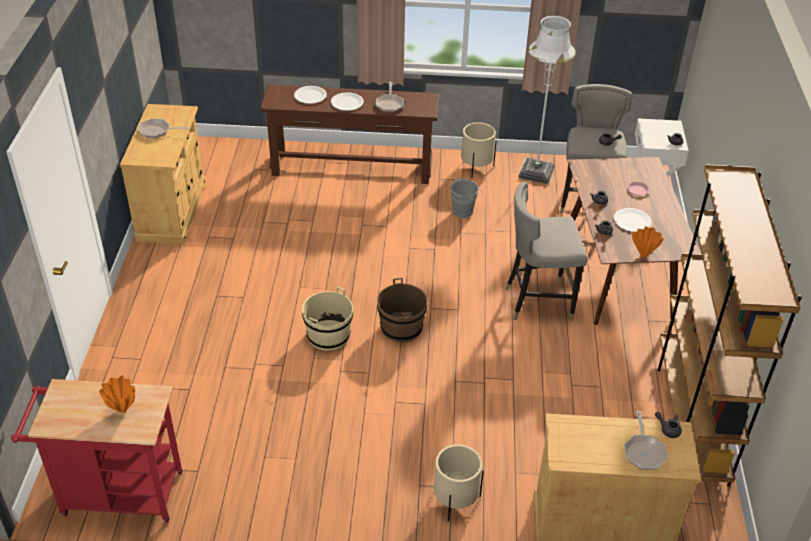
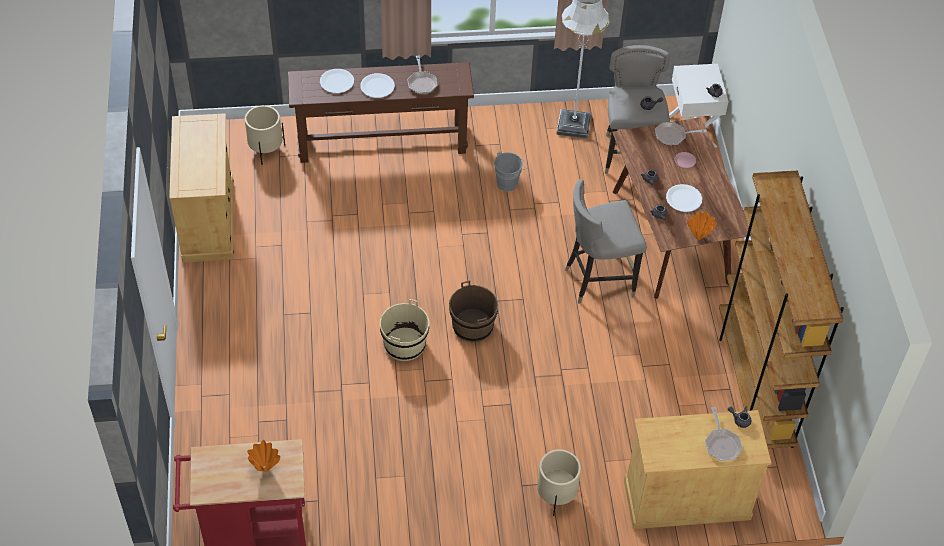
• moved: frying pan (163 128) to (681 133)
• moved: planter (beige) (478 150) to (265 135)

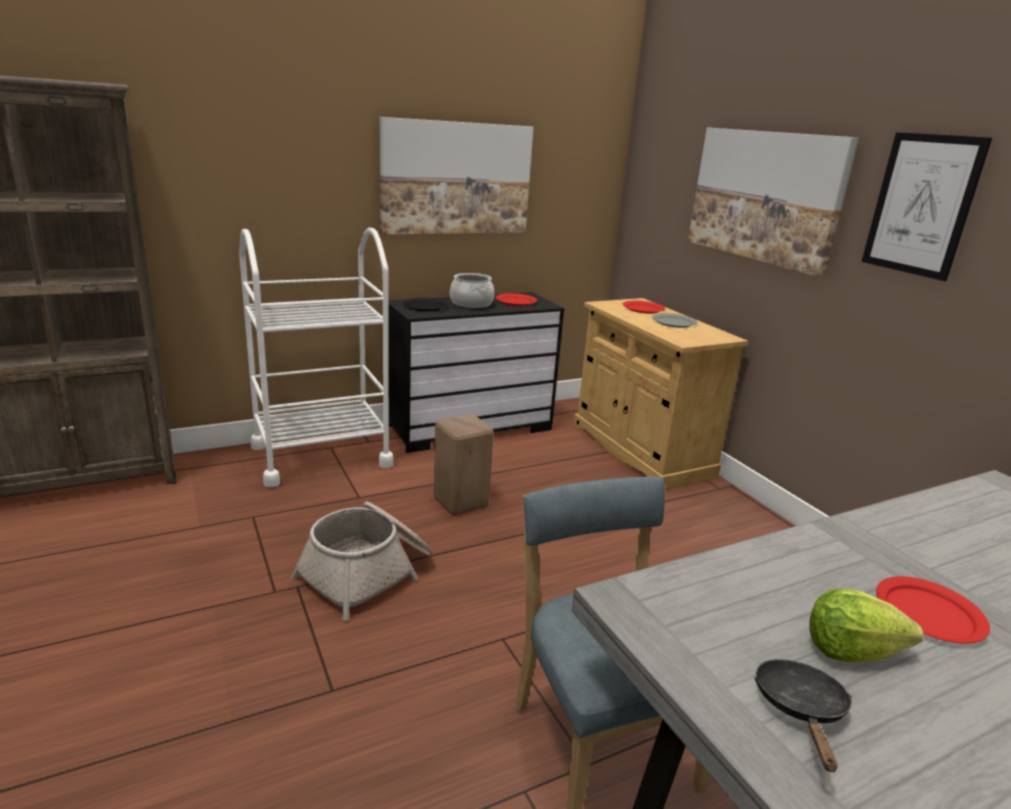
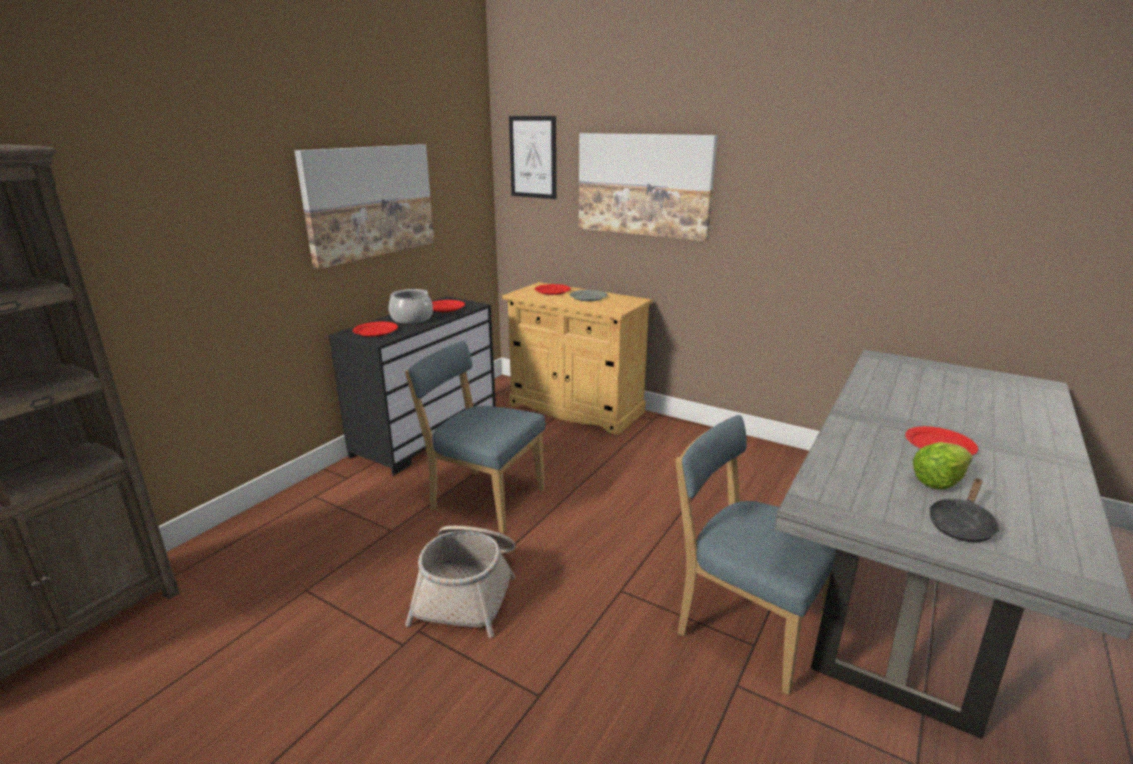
• removed: cart (white) (316 357)
• moved: picture (927 206) to (532 157)
• replaced: stool (beige) (463 464) to chair (blue) (475 437)
• recoloured: plate (black) (425 304) to plate (red) (375 329)
• turned: frying pan (black) (803 715) = (964 510) 120 degrees counterclockwise

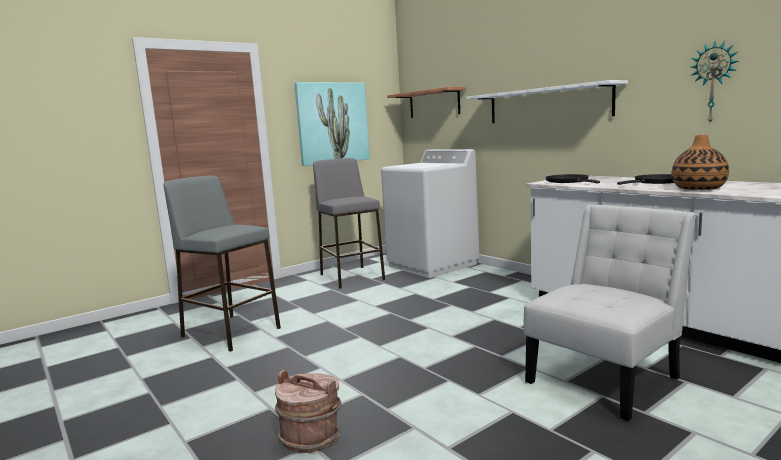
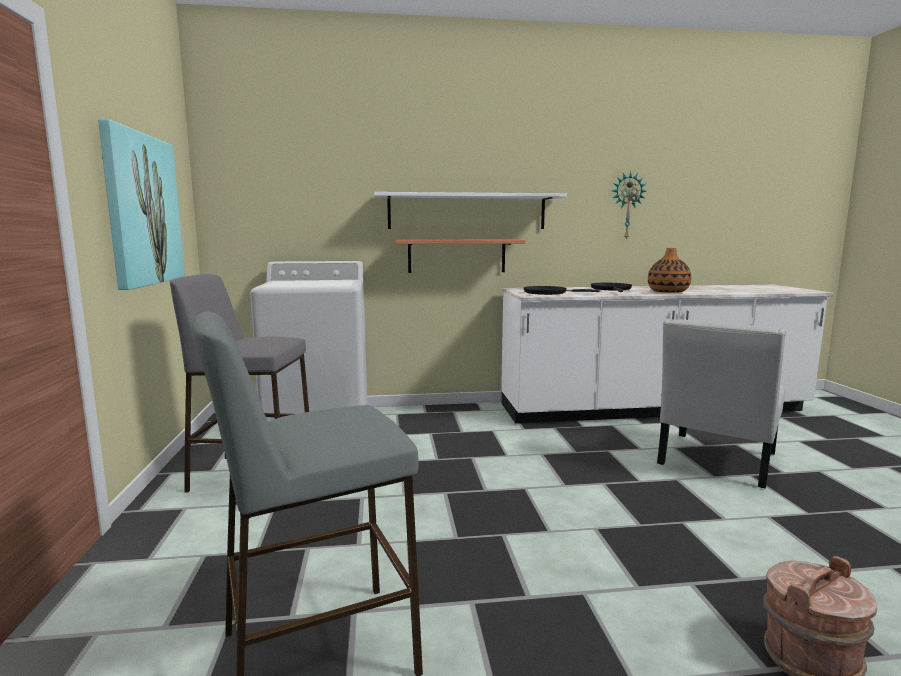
• moved: shelf (426 102) to (460 256)
• turned: chair (white) (610 313) = (721 404) 135 degrees counterclockwise

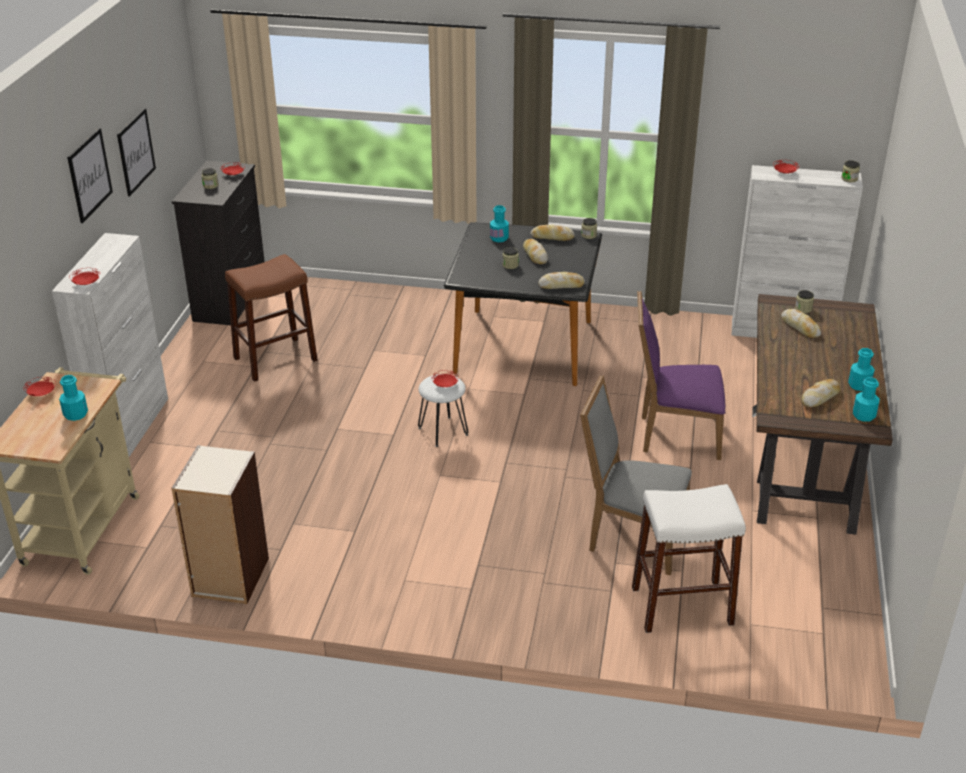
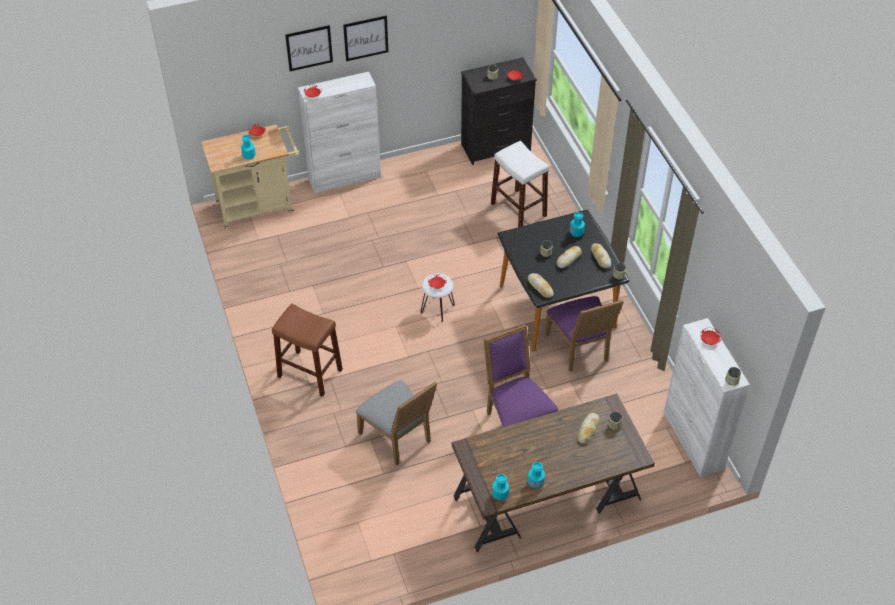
• removed: bookcase (220 524)
• removed: bread (820 393)
• added: chair (purple) (584 334)
• moved: picture (136 152) to (309 48)
• moved: stool (brown) (271 318) to (307 350)
• moved: stool (white) (689 558) to (520 184)
• turned: chair (grey) (636 475) = (396 423) 150 degrees clockwise

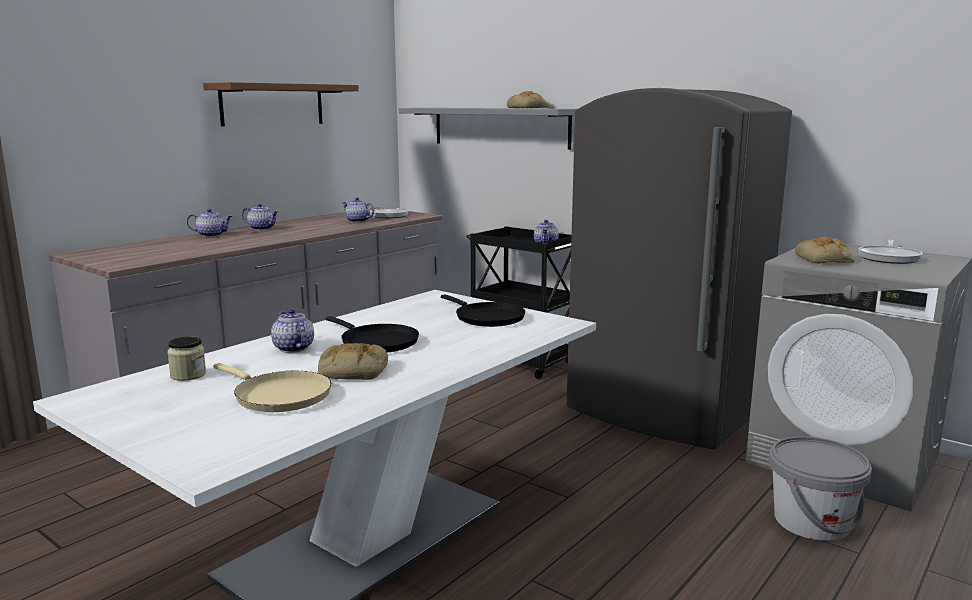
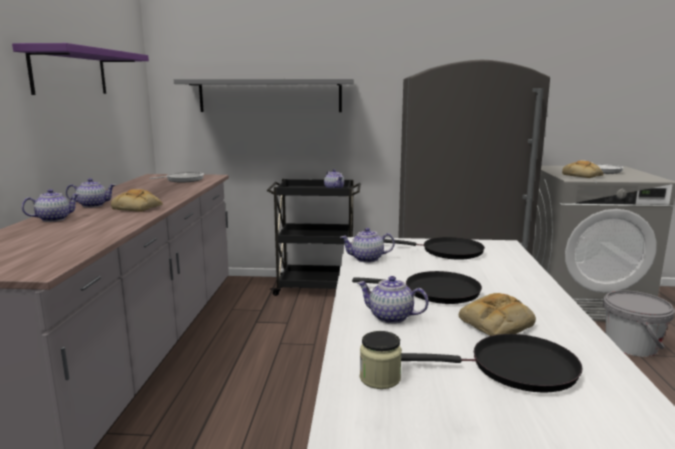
• moved: teapot (358 210) to (367 245)
• moved: bread (528 99) to (136 200)
• recoloured: shelf (brown) (281 104) to shelf (purple) (80 69)
• recoloured: frying pan (beige) (272 387) to frying pan (black) (492 363)

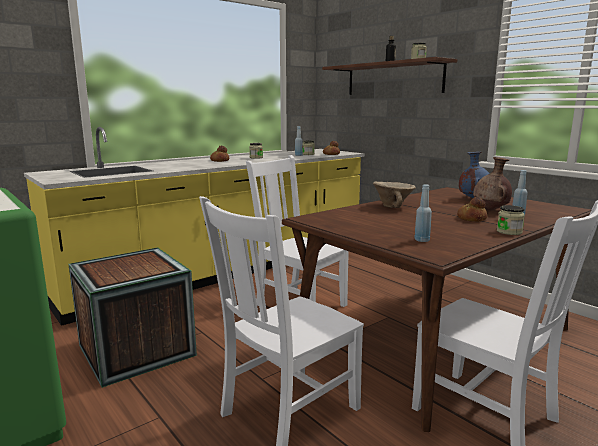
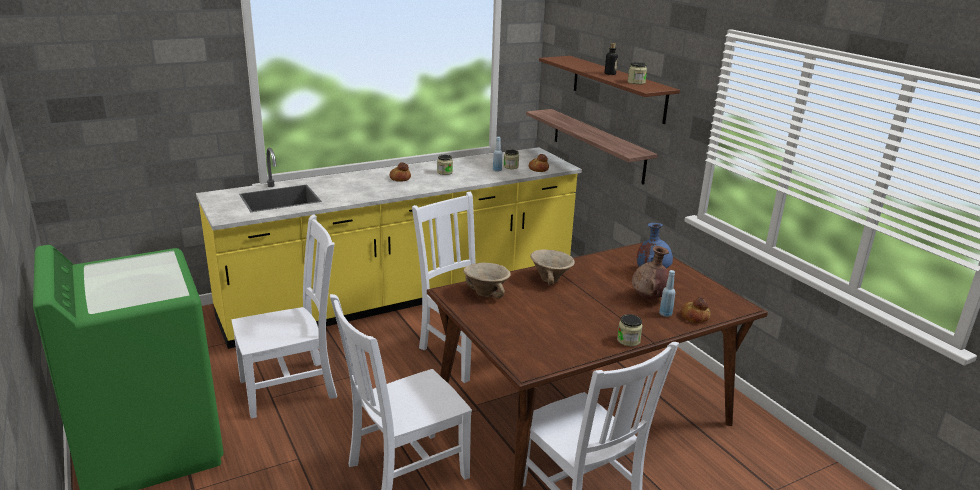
• removed: bottle (blue) (423 213)
• added: bowl (beige) (487 280)
• added: shelf (591 147)
• moved: bread (472 209) to (695 310)
• replaced: crate (132 317) to chair (white) (284 316)

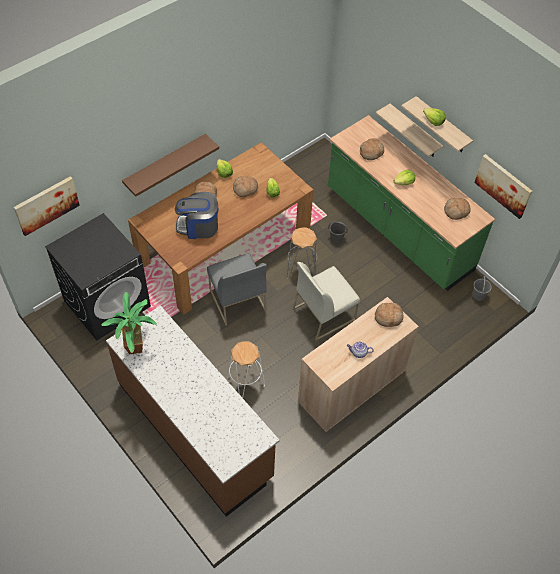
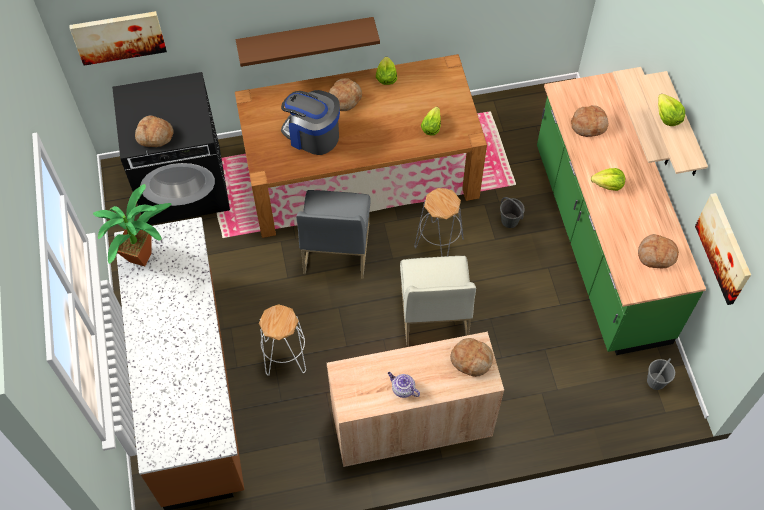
• moved: bread (245 186) to (154 131)
• turned: chair (white) (326 301) = (438 301) 90 degrees counterclockwise

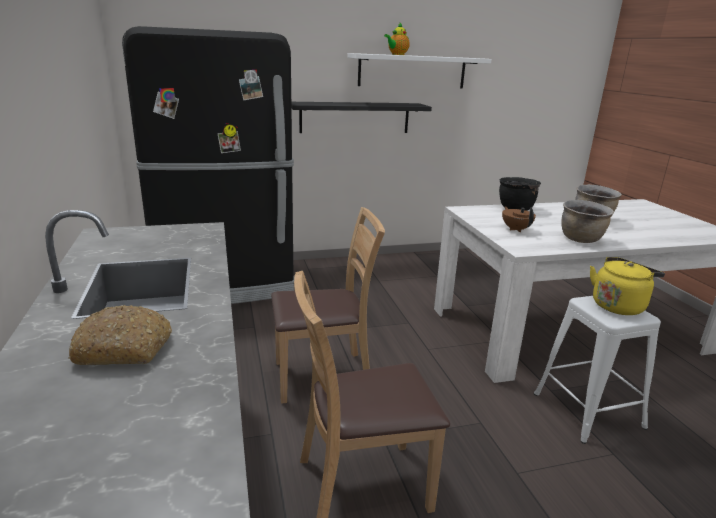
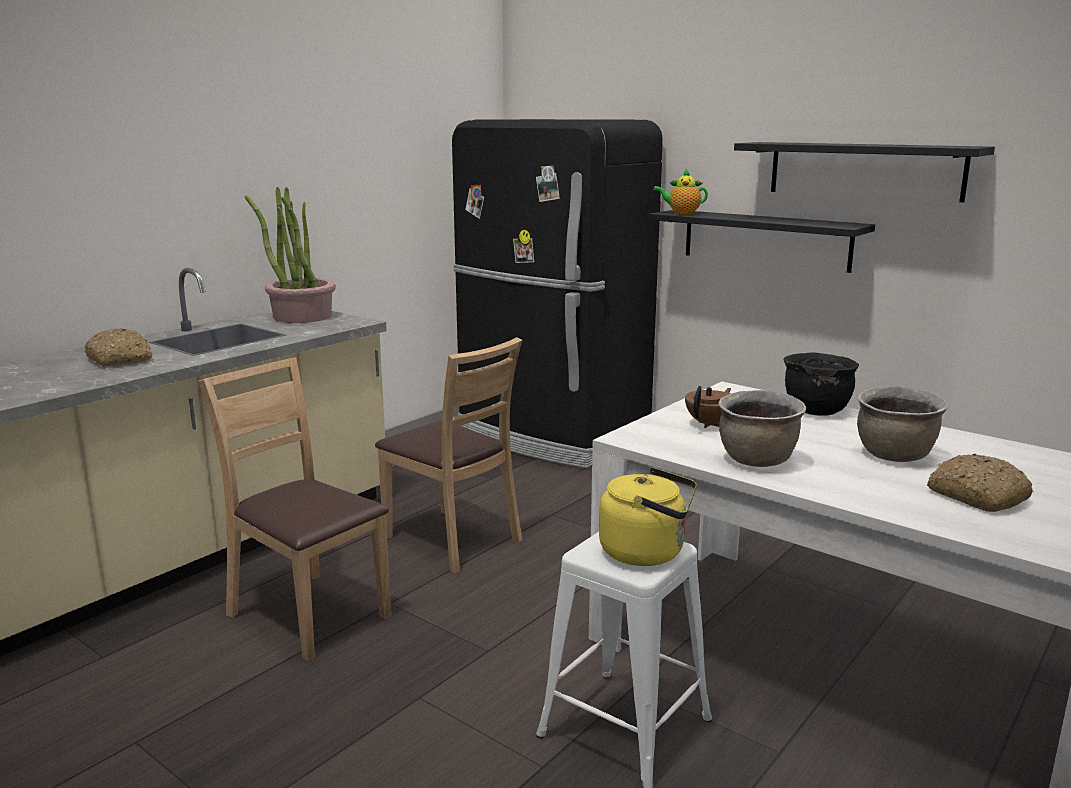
• added: potted plant (290 255)
• added: bread (980 483)
• moved: teapot (397 39) to (680 191)
• recoloured: shelf (white) (420 71) to shelf (black) (864 172)

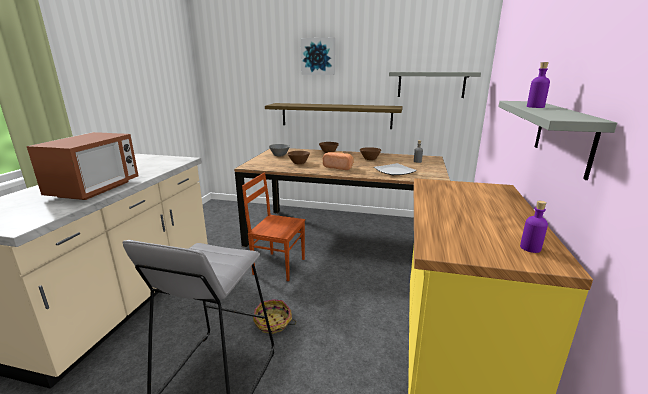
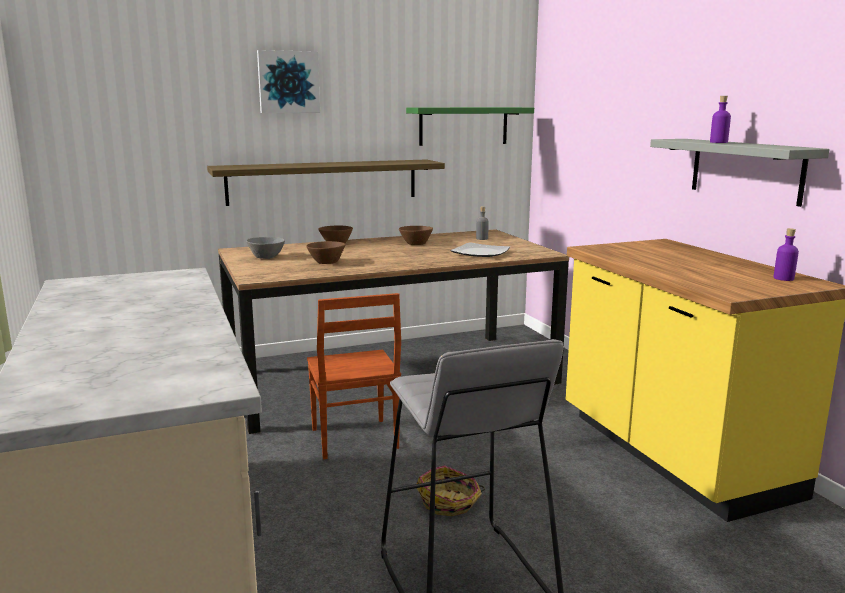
• removed: microwave (82 166)
• removed: bread (338 161)
• recoloured: shelf (grey) (435 85) to shelf (green) (470 126)
• turned: chair (brown) (273 227) = (354 376) 90 degrees counterclockwise

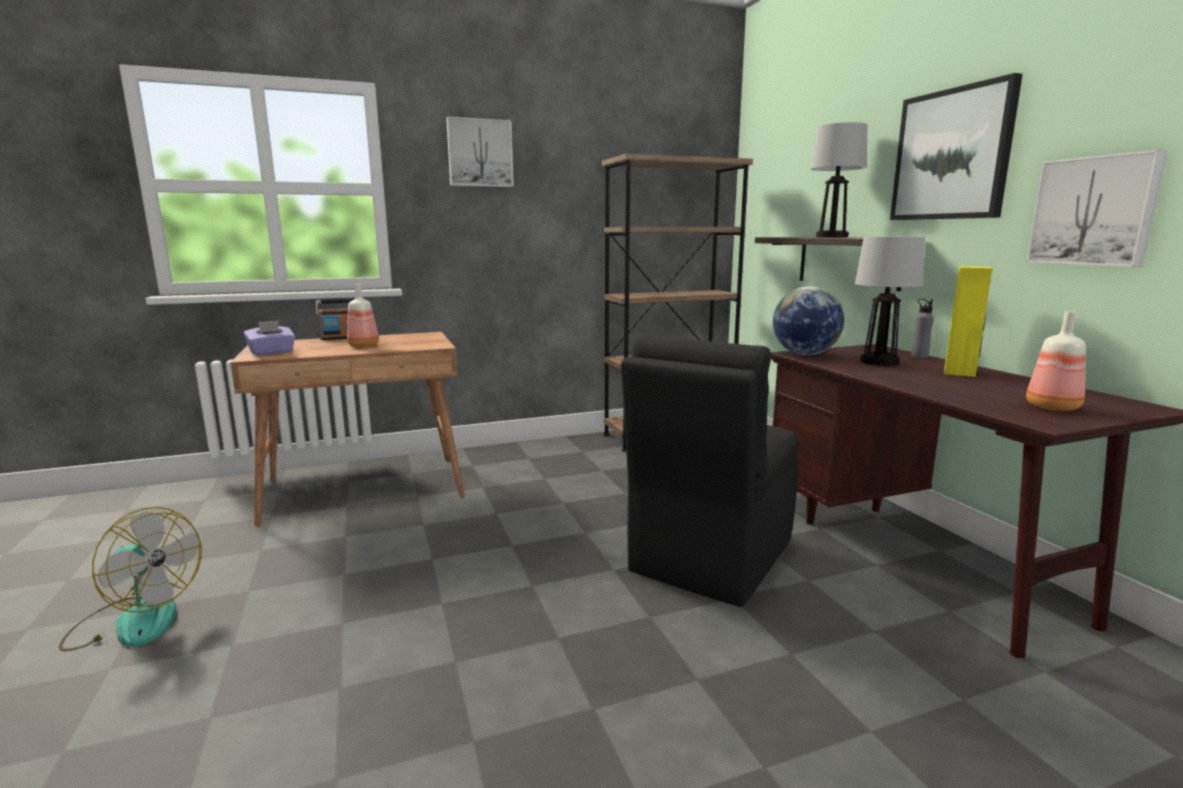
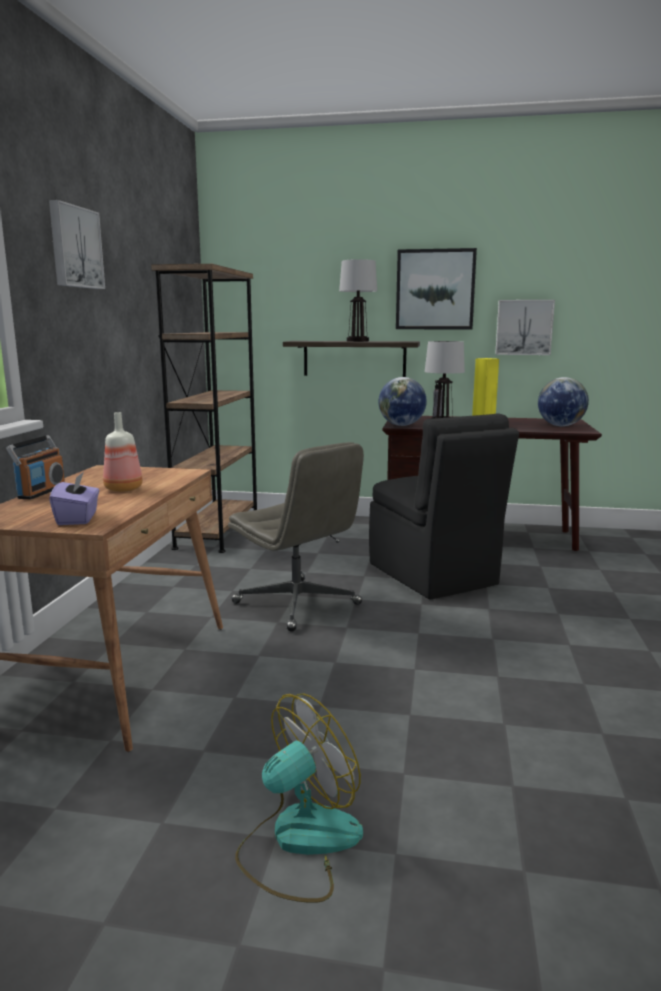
• added: office chair (grey) (296 537)
• replaced: bottle (1056 361) to globe (563 401)

